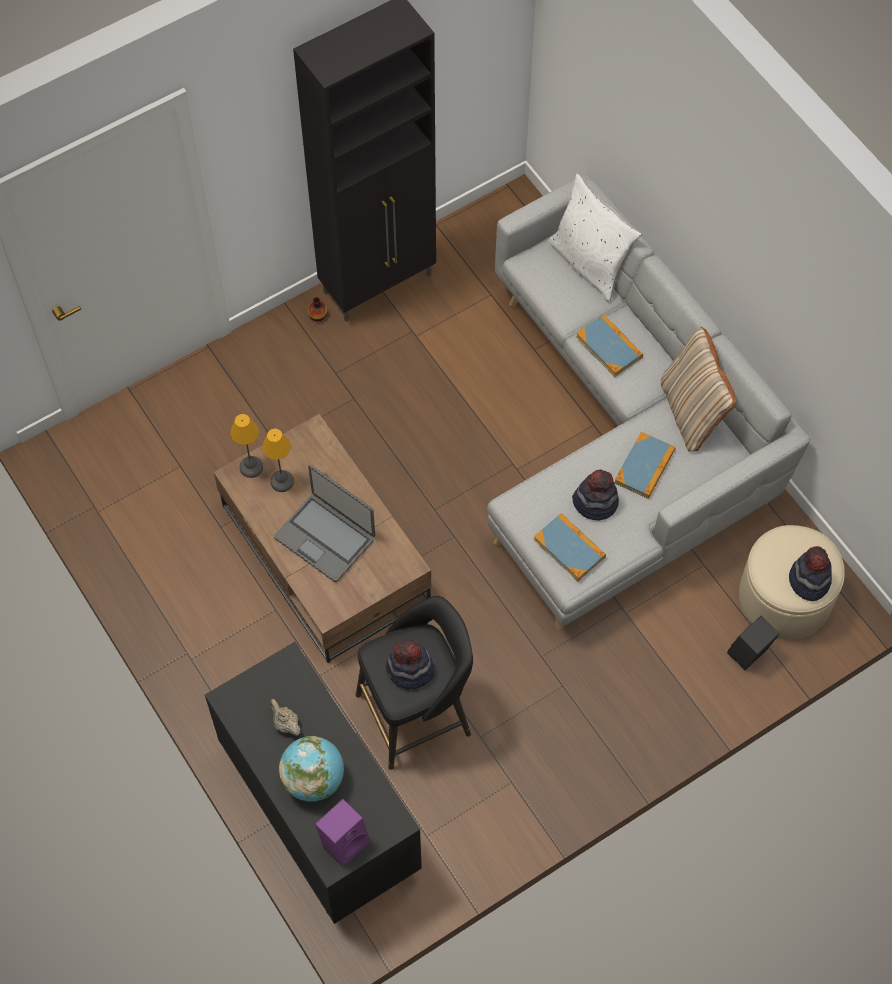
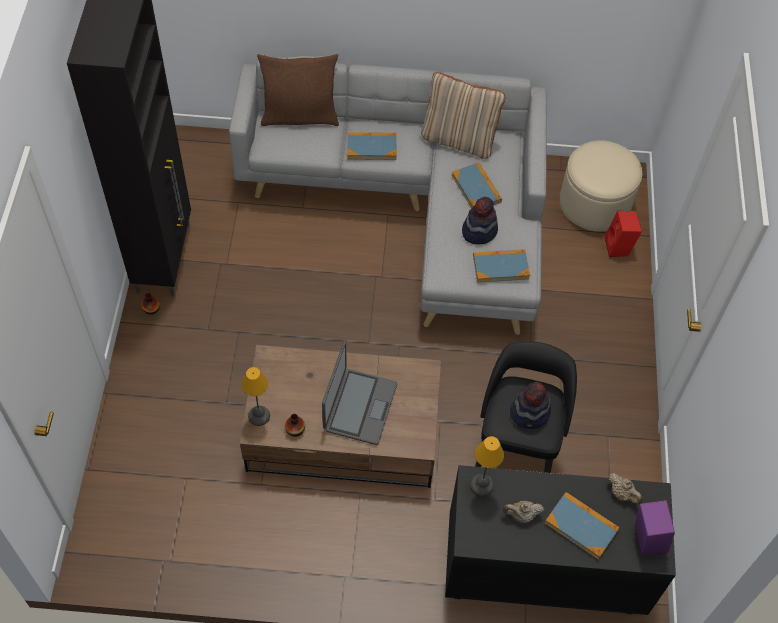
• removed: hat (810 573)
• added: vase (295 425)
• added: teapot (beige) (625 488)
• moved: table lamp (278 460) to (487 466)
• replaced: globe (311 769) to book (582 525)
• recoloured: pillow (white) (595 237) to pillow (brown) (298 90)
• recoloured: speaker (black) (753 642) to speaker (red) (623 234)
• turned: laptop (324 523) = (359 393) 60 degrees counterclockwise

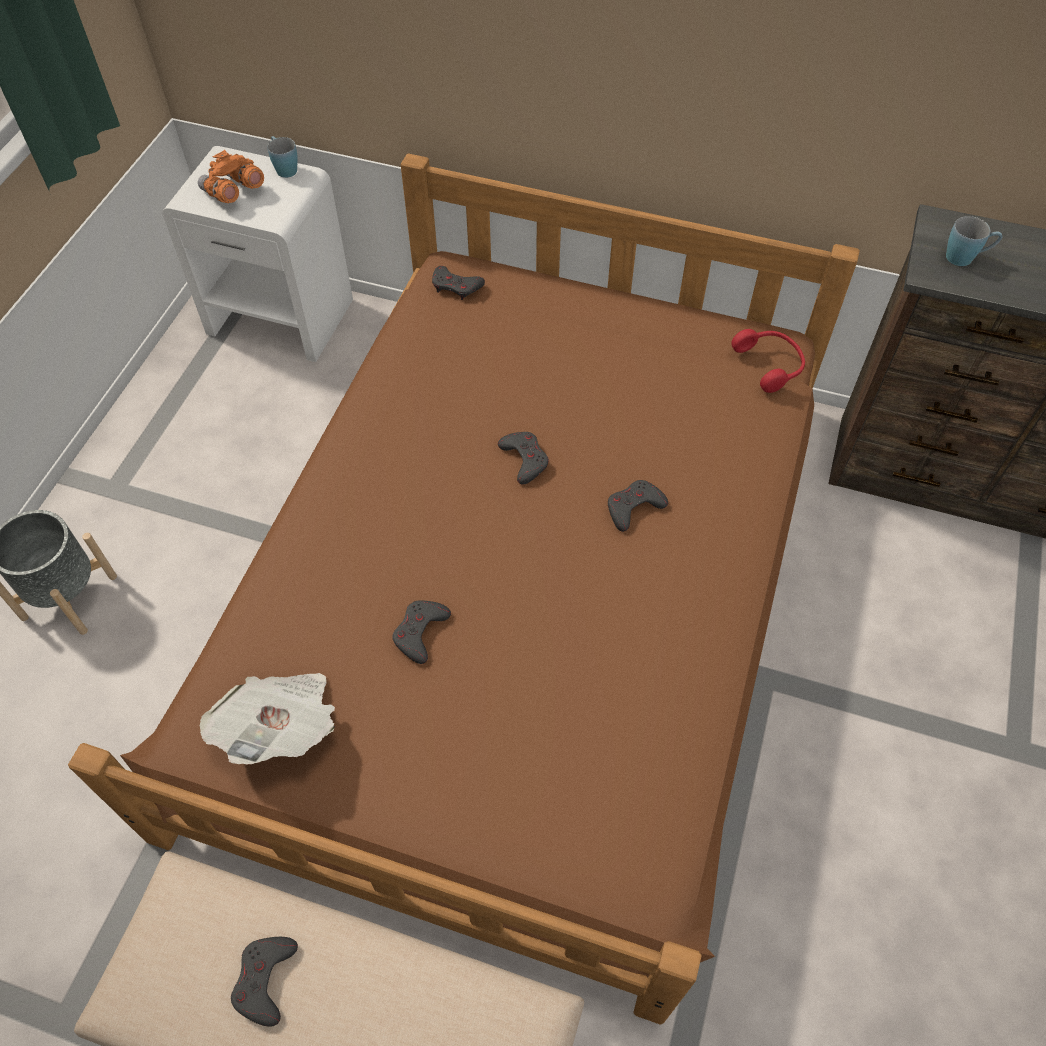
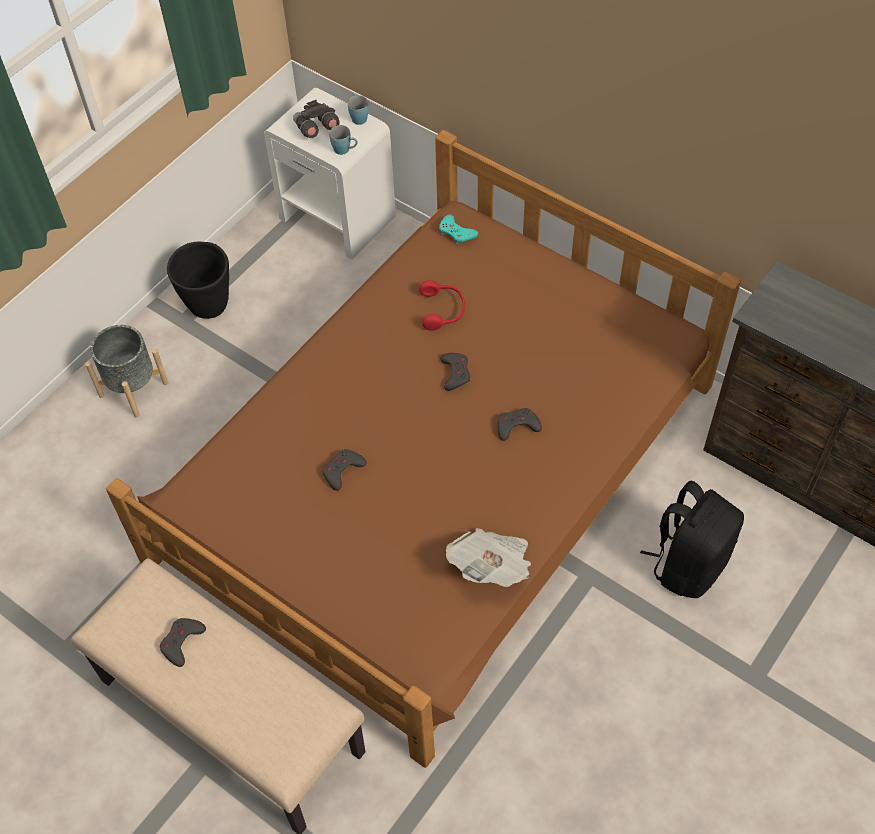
• added: planter (black) (198 280)
• added: backpack (black) (692 539)
• moved: newspaper (267 718) to (488 557)
• moved: headphones (red) (768 361) to (442 305)
• moved: mug (blue) (974 241) to (343 140)
• recoloured: binoculars (orange) (231 176) to binoculars (grey) (316 119)
• recoloured: game controller (grey) (458 283) to game controller (turquoise) (458 229)

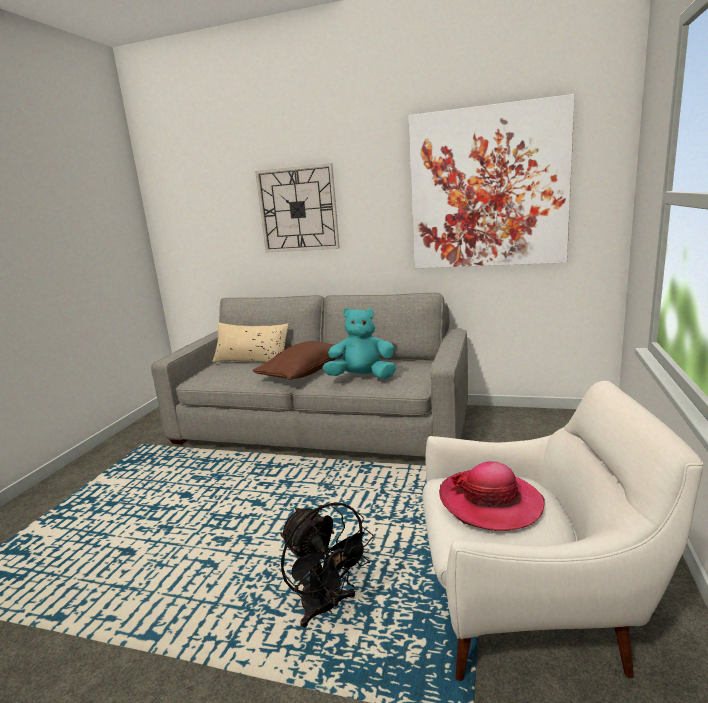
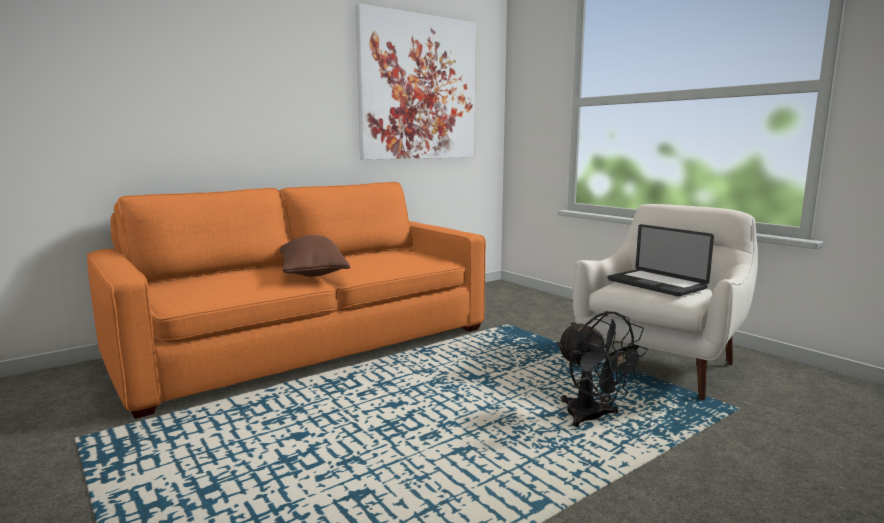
• removed: pillow (beige) (250 342)
• removed: wall clock (297 208)
• removed: plush toy (turquoise) (359 343)
• replaced: hat (492 496) to laptop (661 260)
• recoloured: sofa (grey) (309 375) to sofa (orange) (286 300)
• turned: fan (black) (327 565) = (602 369) 60 degrees clockwise

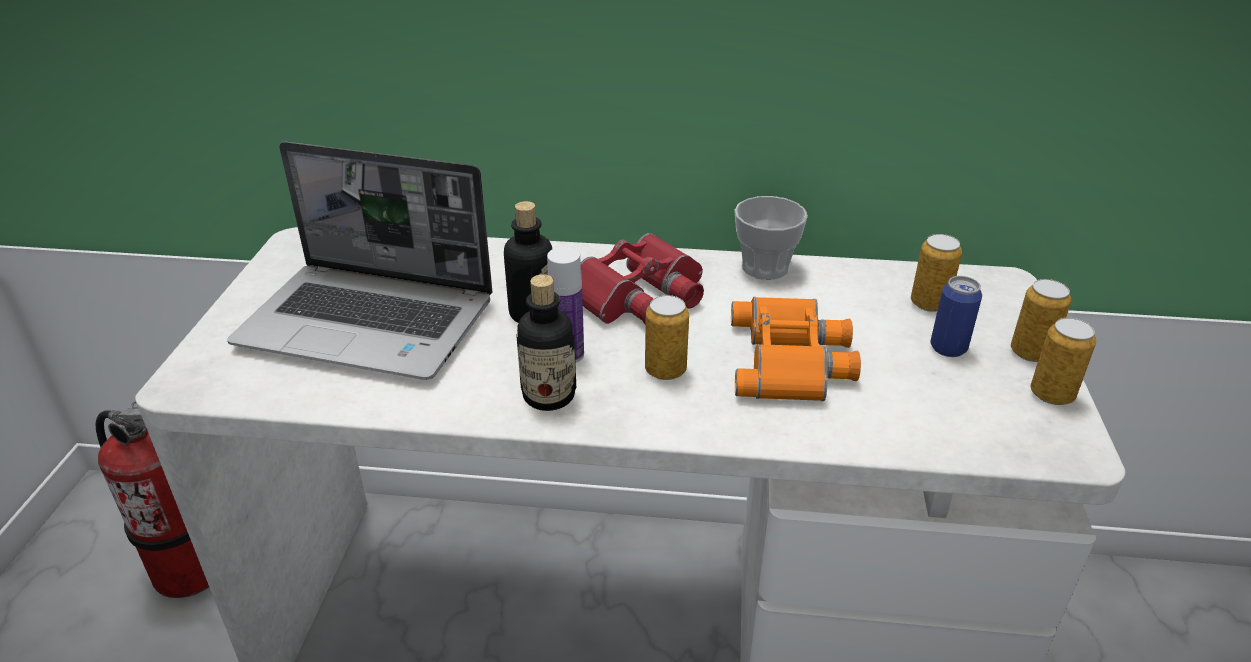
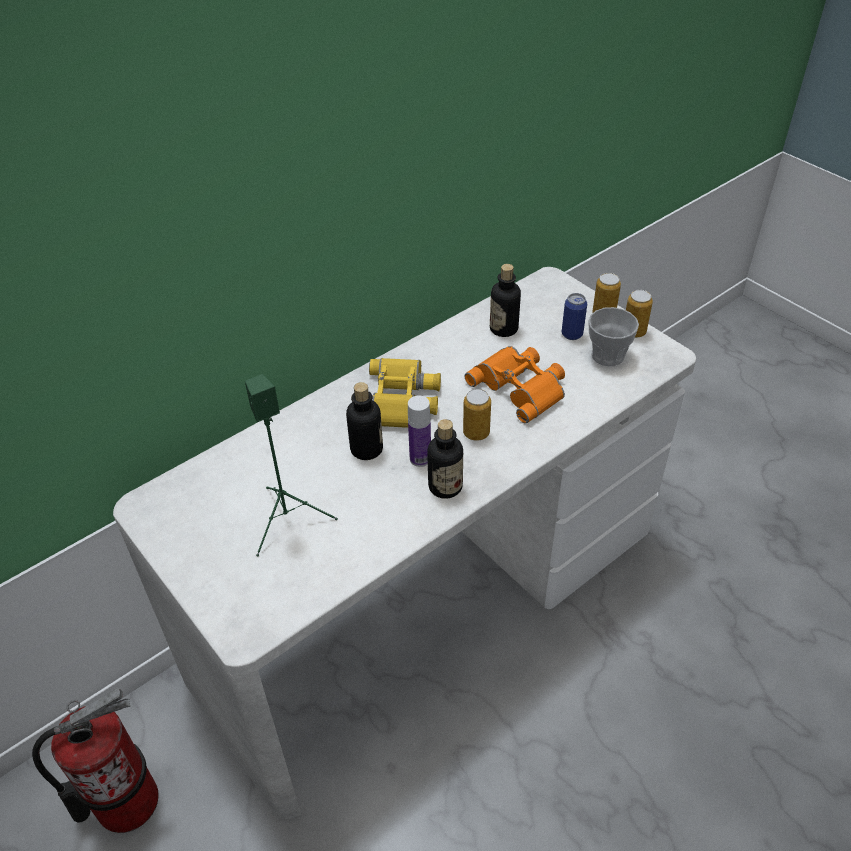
• removed: can (936 273)
• added: bottle (505 300)
• moved: cup (771 238) to (613 336)
• replaced: laptop (360 261) to speaker (green) (291 465)
• recoloured: binoculars (red) (642 279) to binoculars (yellow) (405 393)

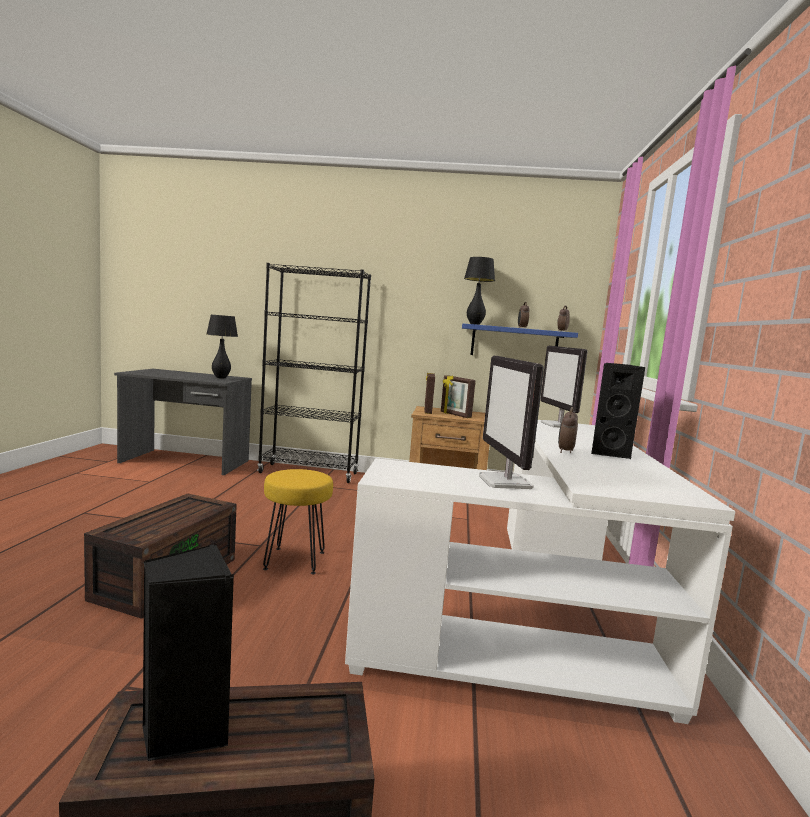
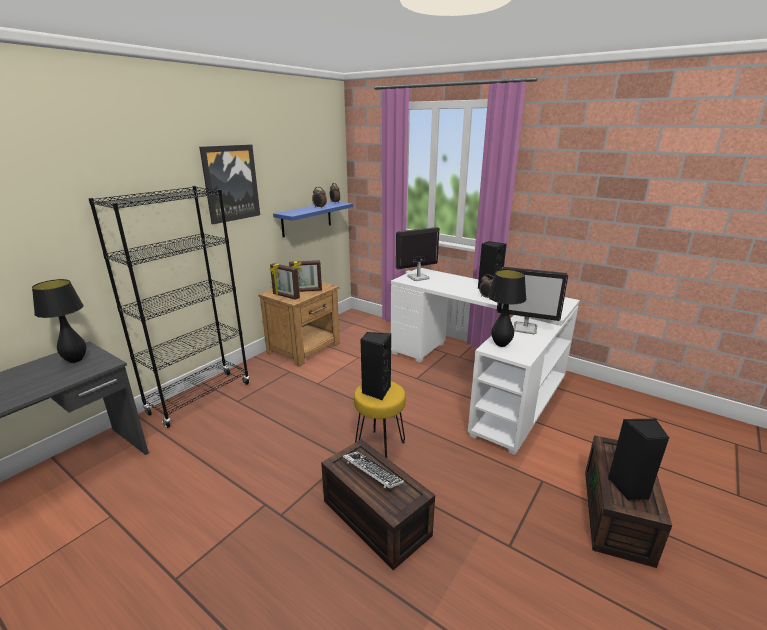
• added: picture (229 184)
• added: keyboard (373 470)
• added: speaker (black) (375 366)
• moved: table lamp (black) (479 291) to (507 308)
• turned: monitor (564 386) = (417 254) 135 degrees clockwise

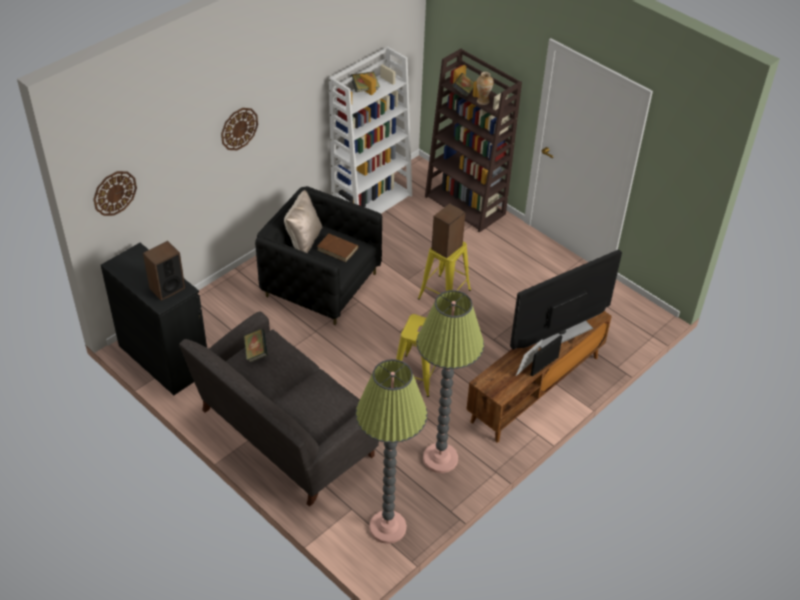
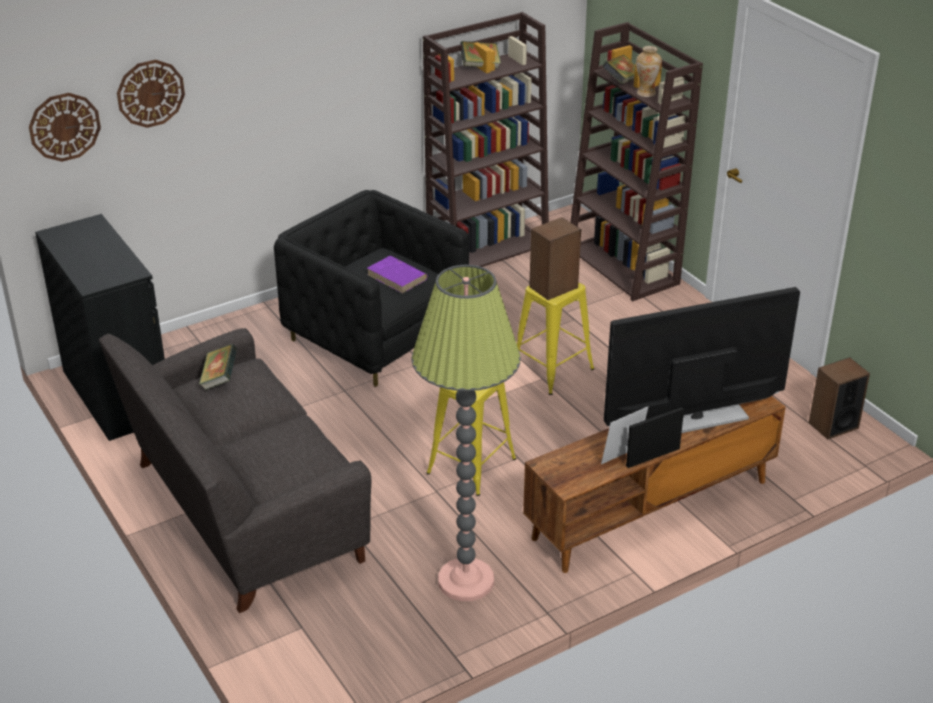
• removed: pillow (beige) (303 221)
• removed: floor lamp (391 451)
• moved: speaker (164 271) to (839 398)
• moved: wall clock (239 129) to (151 93)
• recoloured: book (brown) (338 248) to book (purple) (397 275)
• recoloured: bookcase (white) (370 130) to bookcase (brown) (486 139)

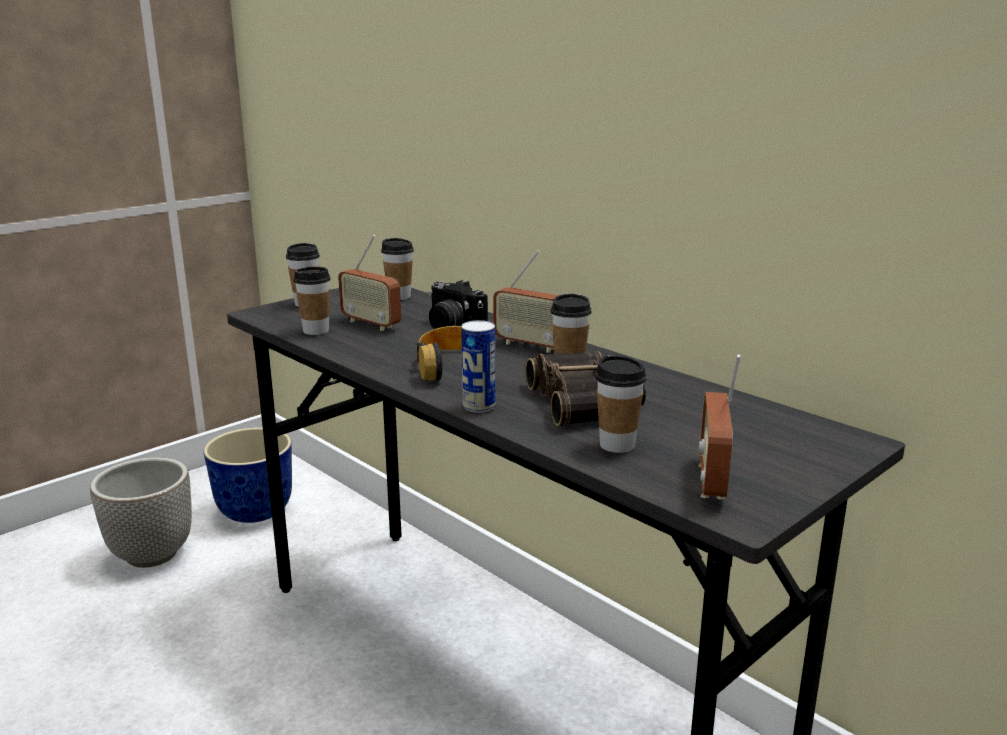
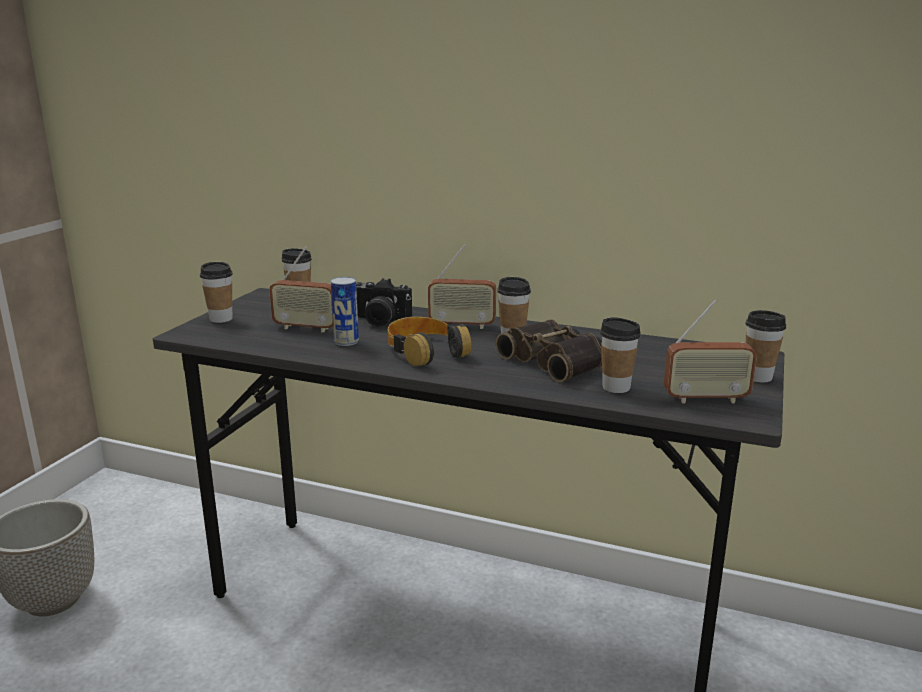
• removed: planter (247 475)
• moved: cup (312 301) to (766 346)
• moved: can (478 366) to (345 311)
• turned: radio (720 427) = (710 351) 75 degrees counterclockwise

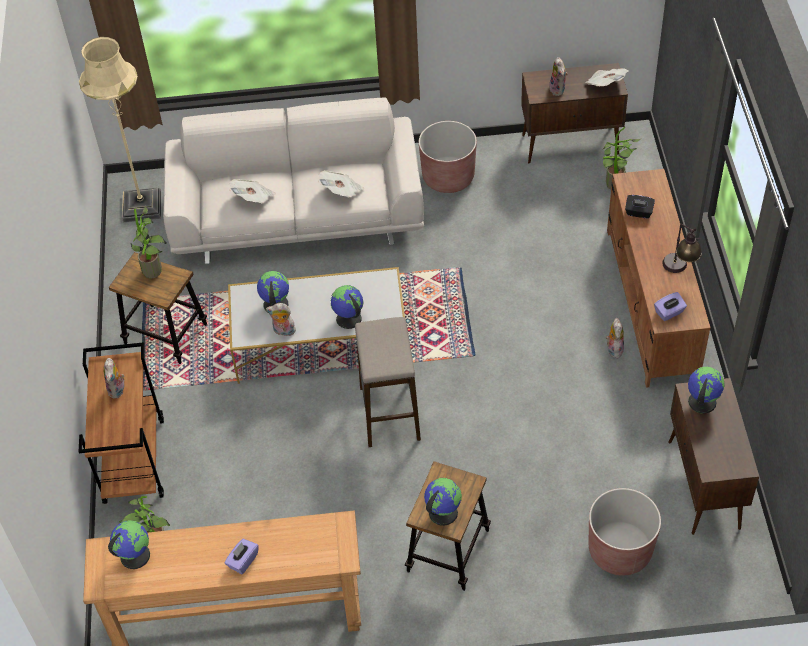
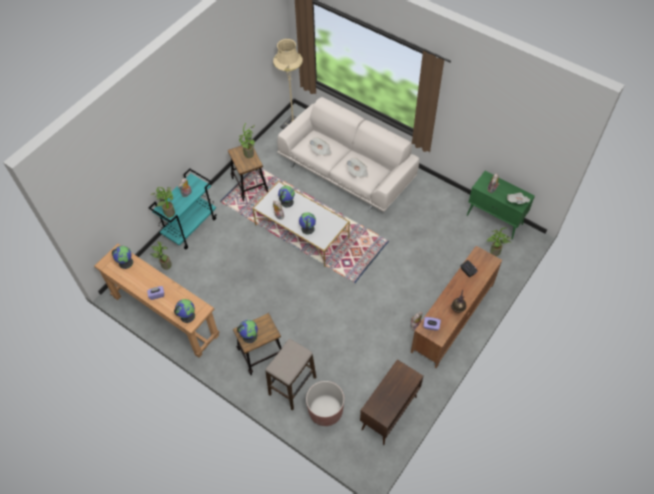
• removed: planter (brown) (448 157)
• added: potted plant (162 202)
• moved: stool (388 382) to (290 375)
• moved: globe (706 390) to (184 311)
• recoloured: cart (brown) (121 423) to cart (turquoise) (182 209)
• recoloured: cabinet (brown) (574 113) to cabinet (green) (501 205)

